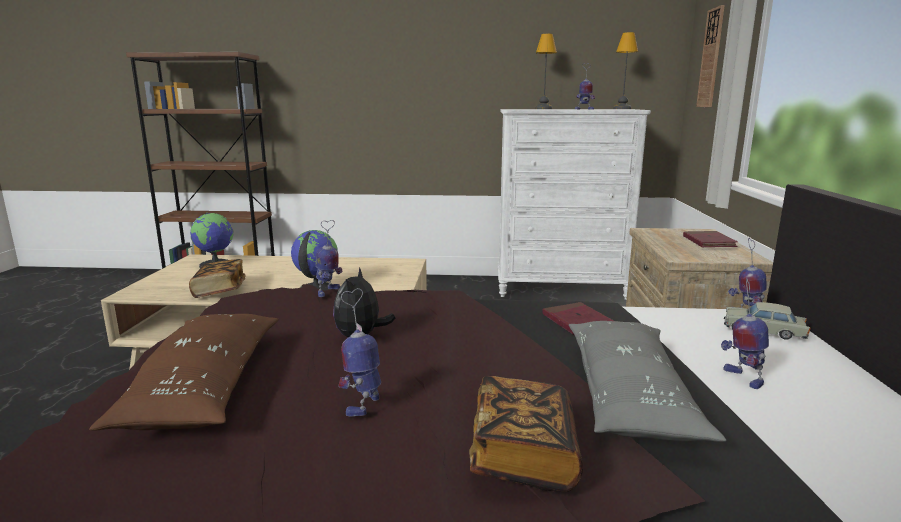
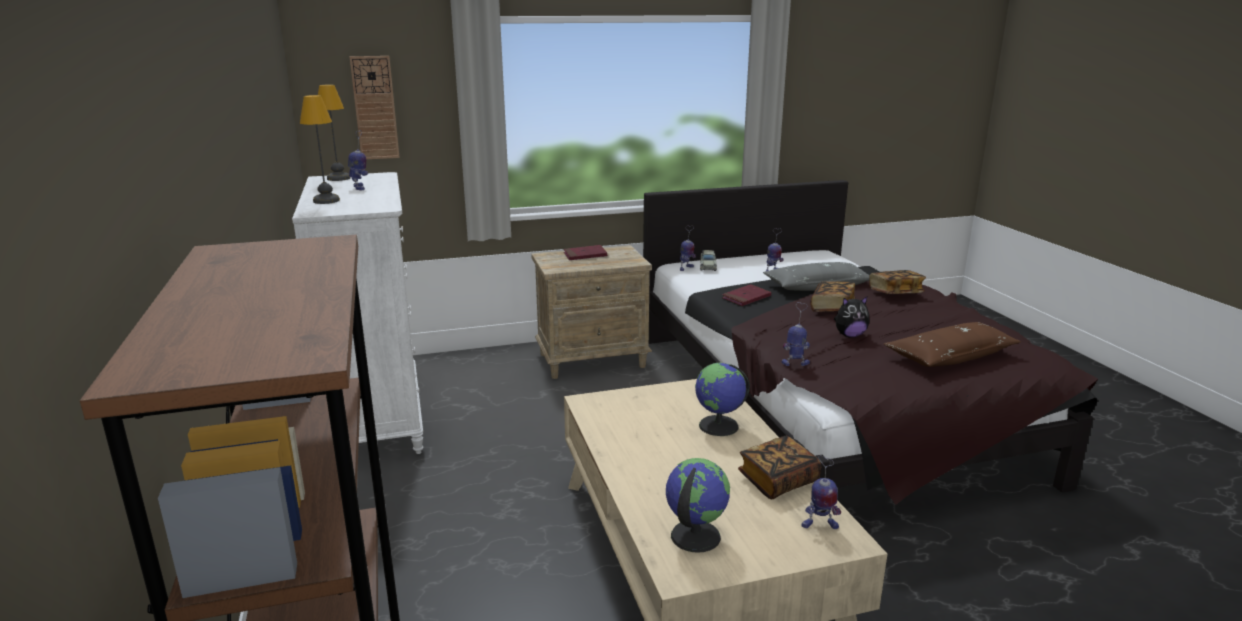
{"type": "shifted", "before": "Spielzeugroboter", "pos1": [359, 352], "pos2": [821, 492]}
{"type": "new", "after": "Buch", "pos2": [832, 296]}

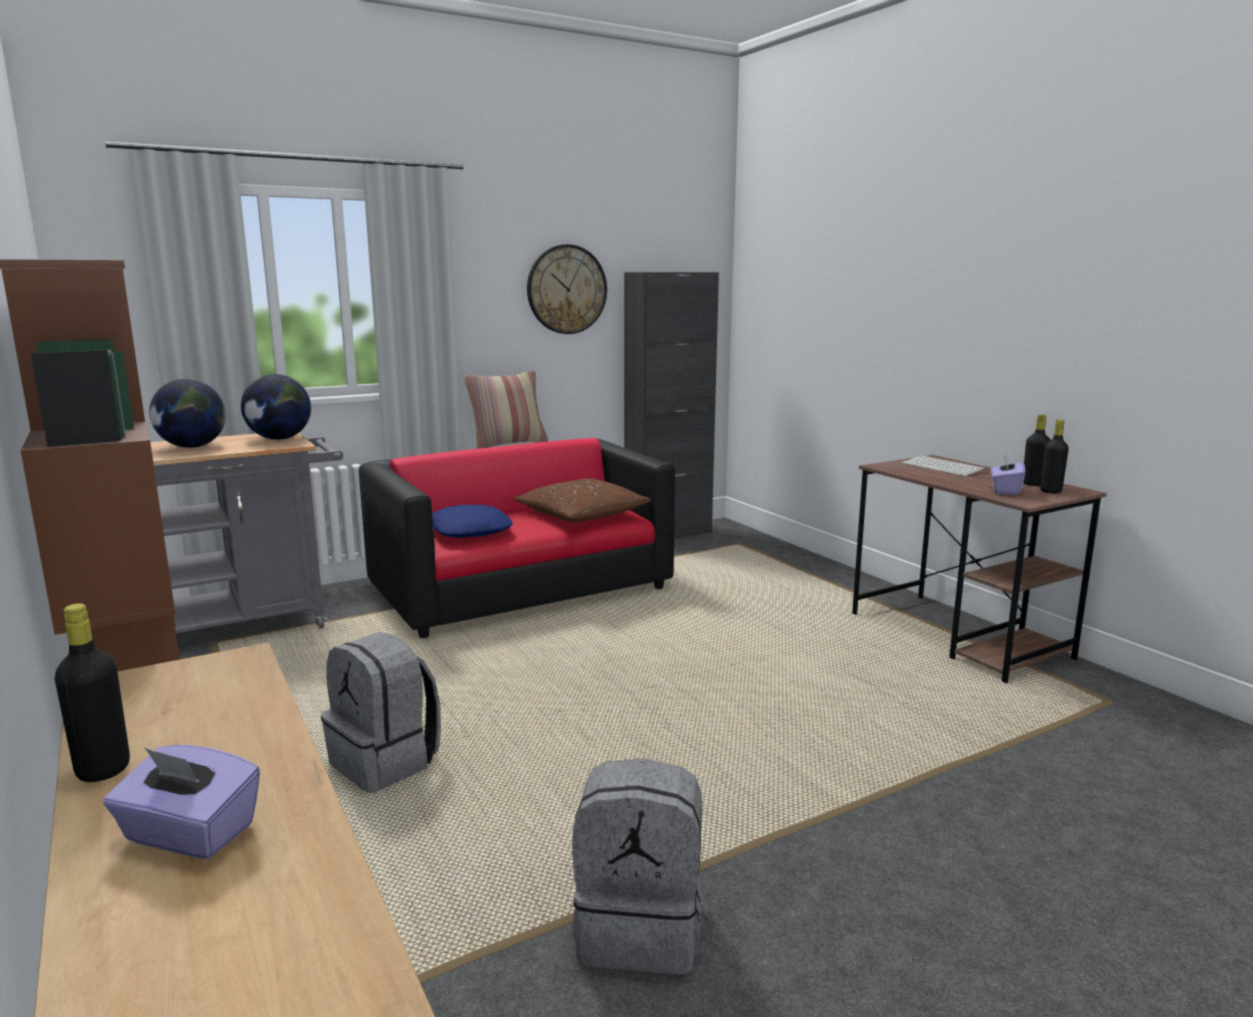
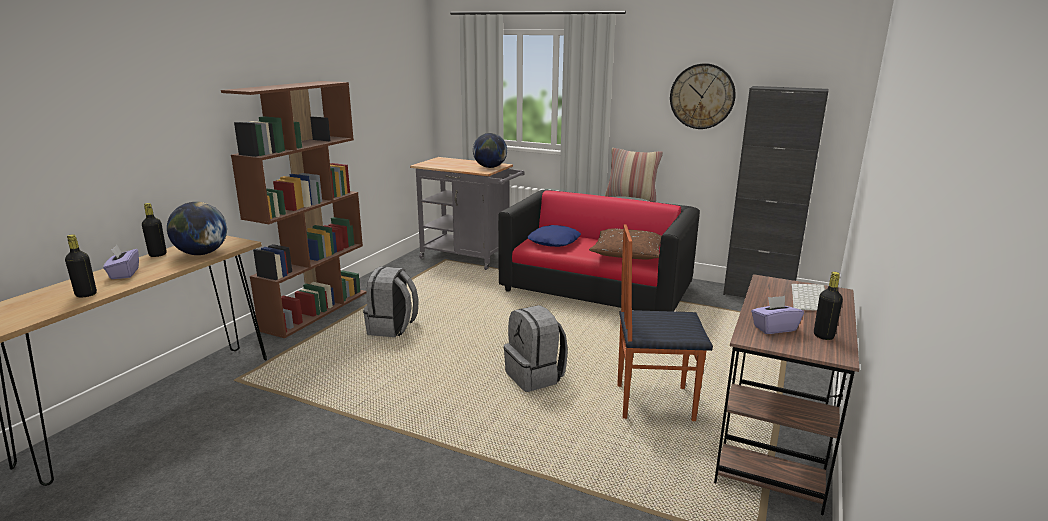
{"type": "shifted", "before": "Flasche (schwarz)", "pos1": [1054, 456], "pos2": [81, 266]}
{"type": "shifted", "before": "Globus", "pos1": [187, 413], "pos2": [197, 228]}
{"type": "shifted", "before": "Rucksack (grau)", "pos1": [637, 866], "pos2": [536, 348]}
{"type": "new", "after": "Stuhl", "pos2": [665, 322]}

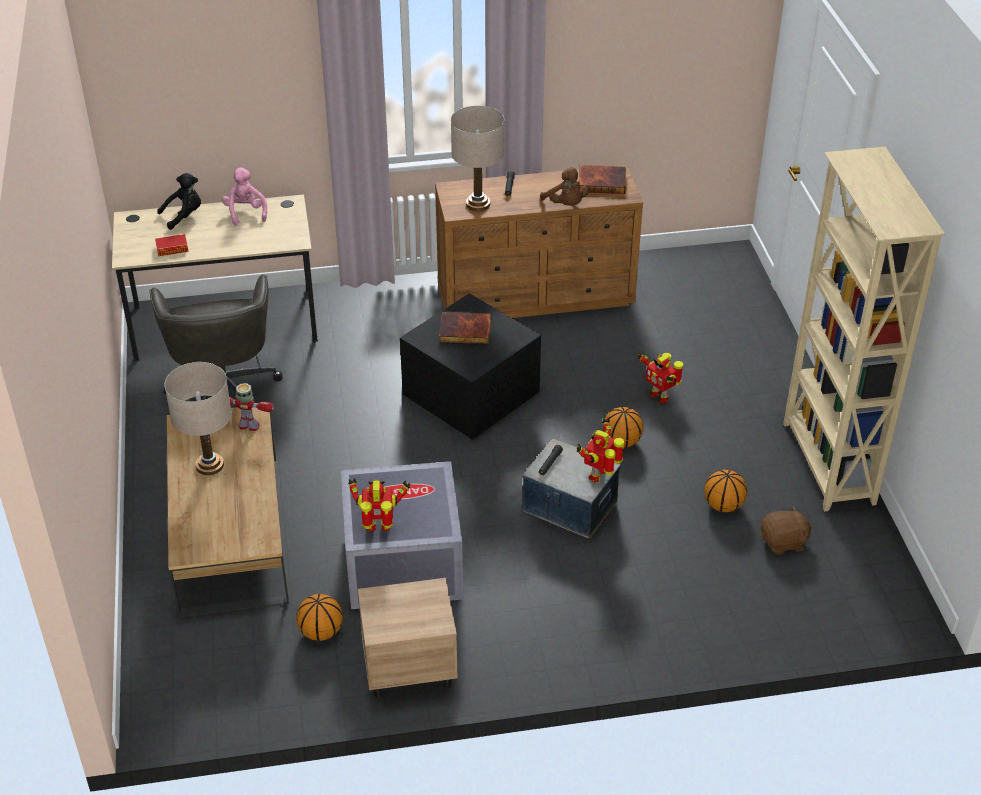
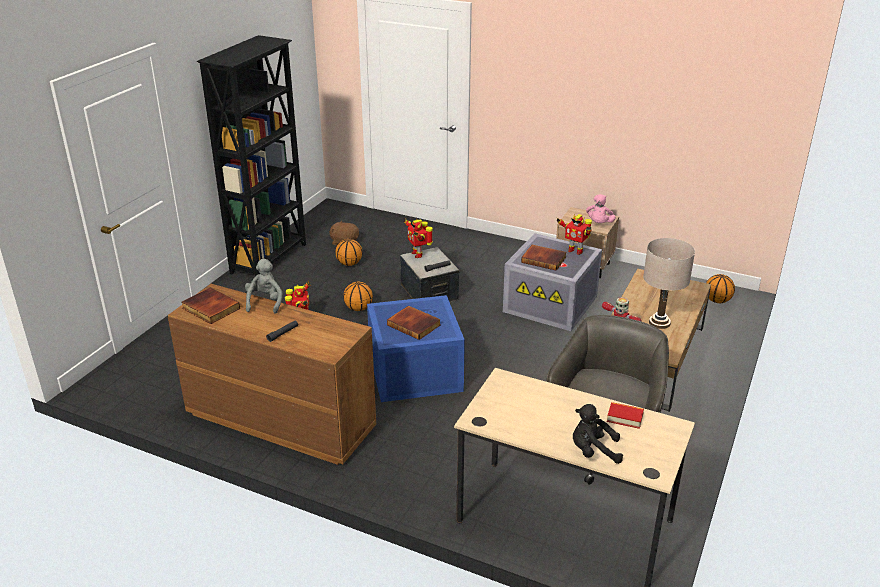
{"type": "repainted", "before": "Bücherregal (beige)", "after": "Bücherregal (schwarz)", "pos1": [864, 329], "pos2": [251, 155]}
{"type": "repainted", "before": "Plüschtier (braun)", "after": "Plüschtier (grau)", "pos1": [564, 186], "pos2": [264, 286]}
{"type": "repainted", "before": "Aufbewahrungsbox (schwarz)", "after": "Aufbewahrungsbox (blau)", "pos1": [470, 366], "pos2": [416, 348]}
{"type": "rotated", "before": "Spielzeugroboter", "pos1": [600, 450], "pos2": [418, 238], "turn": 90}
{"type": "new", "after": "Buch", "pos2": [544, 258]}
{"type": "shifted", "before": "Plüschtier (rosa)", "pos1": [244, 196], "pos2": [601, 208]}
{"type": "shifted", "before": "Basketball", "pos1": [319, 617], "pos2": [720, 288]}
{"type": "gone", "before": "Tischlampe (beige)", "pos1": [477, 158]}

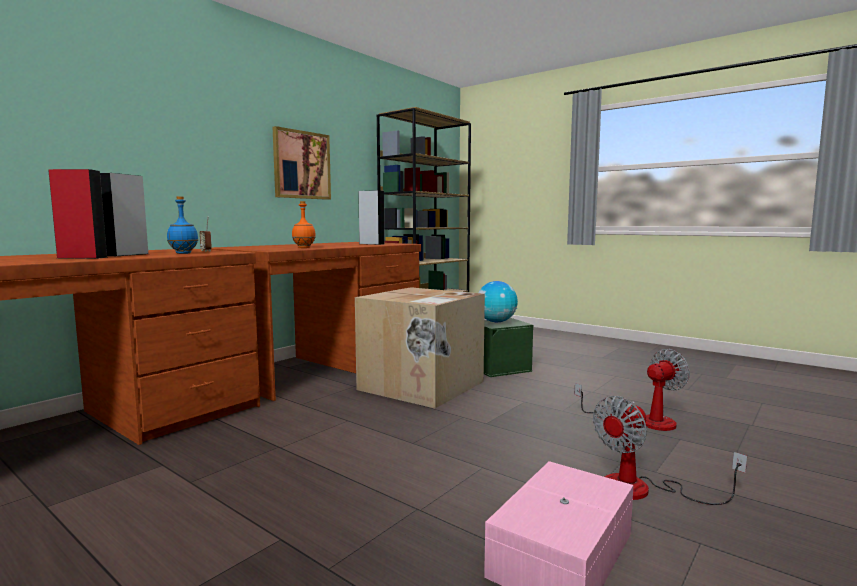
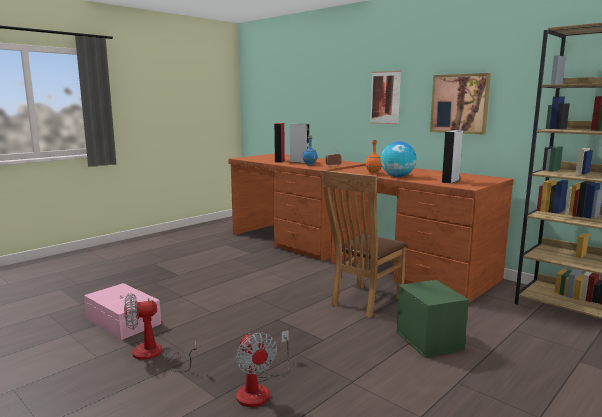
{"type": "rotated", "before": "Ventilator", "pos1": [670, 450], "pos2": [160, 332], "turn": -75}
{"type": "swapped", "before": "Karton", "after": "Stuhl (braun)", "pos1": [420, 347], "pos2": [364, 243]}
{"type": "new", "after": "Bild", "pos2": [385, 97]}
{"type": "shifted", "before": "Globus", "pos1": [498, 301], "pos2": [398, 159]}

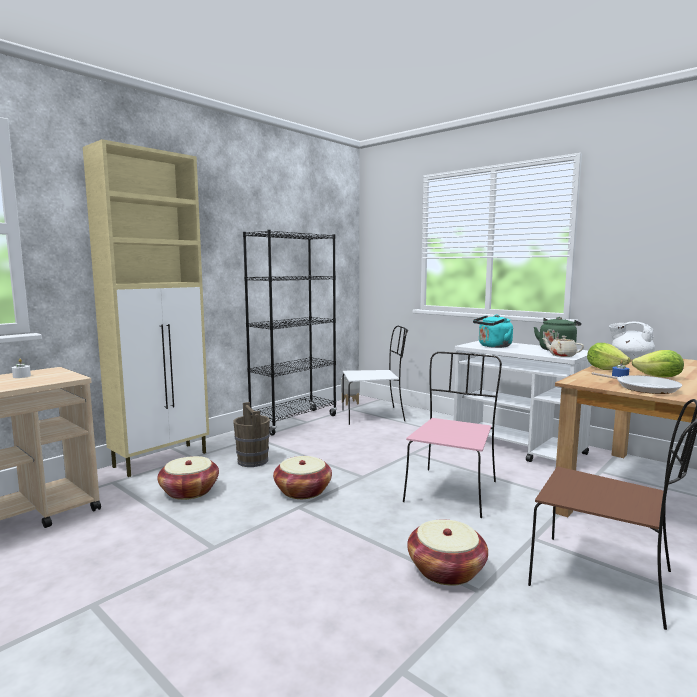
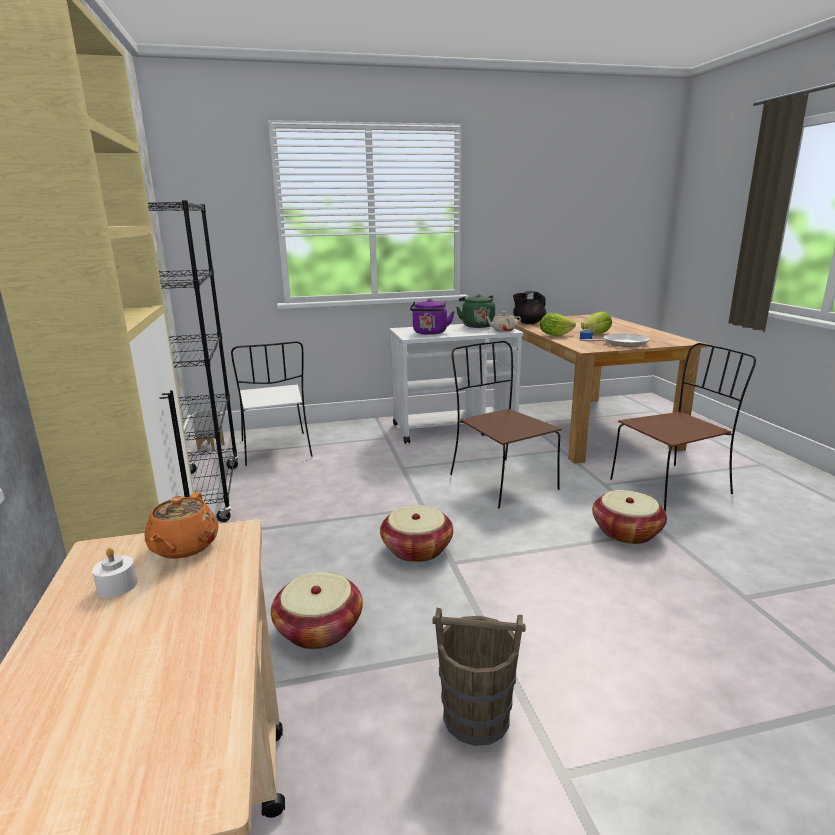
{"type": "new", "after": "Teekanne (orange)", "pos2": [182, 525]}
{"type": "rotated", "before": "Stuhl (weiß)", "pos1": [375, 375], "pos2": [272, 403], "turn": 135}
{"type": "repainted", "before": "Wasserkessel (türkis)", "after": "Wasserkessel (lila)", "pos1": [493, 331], "pos2": [432, 317]}
{"type": "shifted", "before": "Eimer (braun)", "pos1": [251, 434], "pos2": [479, 677]}
{"type": "repainted", "before": "Stuhl (rosa)", "after": "Stuhl (braun)", "pos1": [452, 435], "pos2": [506, 424]}
{"type": "repainted", "before": "Teekanne (weiß)", "after": "Teekanne (schwarz)", "pos1": [632, 340], "pos2": [529, 307]}

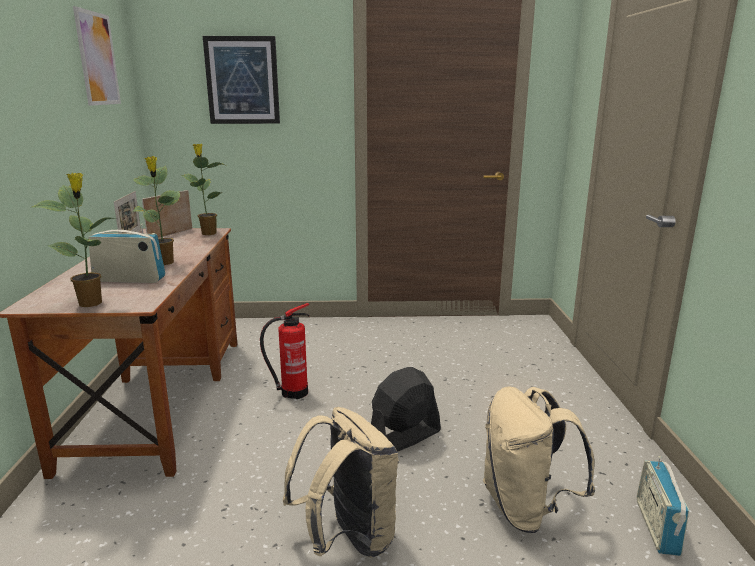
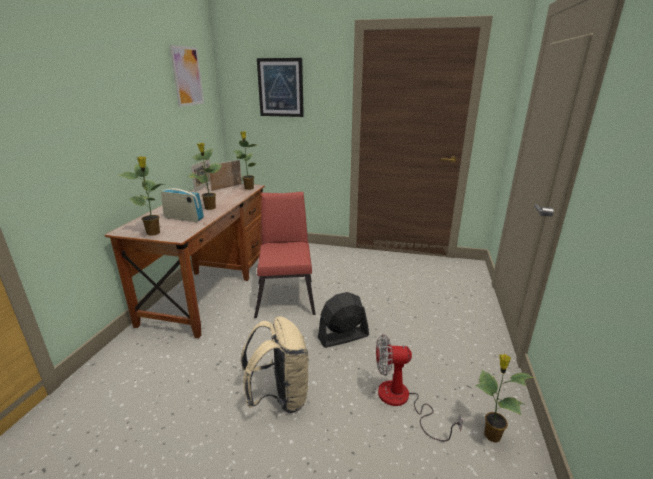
{"type": "swapped", "before": "Feuerlöscher", "after": "Stuhl (rot)", "pos1": [284, 351], "pos2": [285, 255]}
{"type": "swapped", "before": "Rucksack (beige)", "after": "Ventilator", "pos1": [539, 460], "pos2": [419, 388]}
{"type": "swapped", "before": "Radio", "after": "Topfpflanze", "pos1": [663, 506], "pos2": [504, 398]}

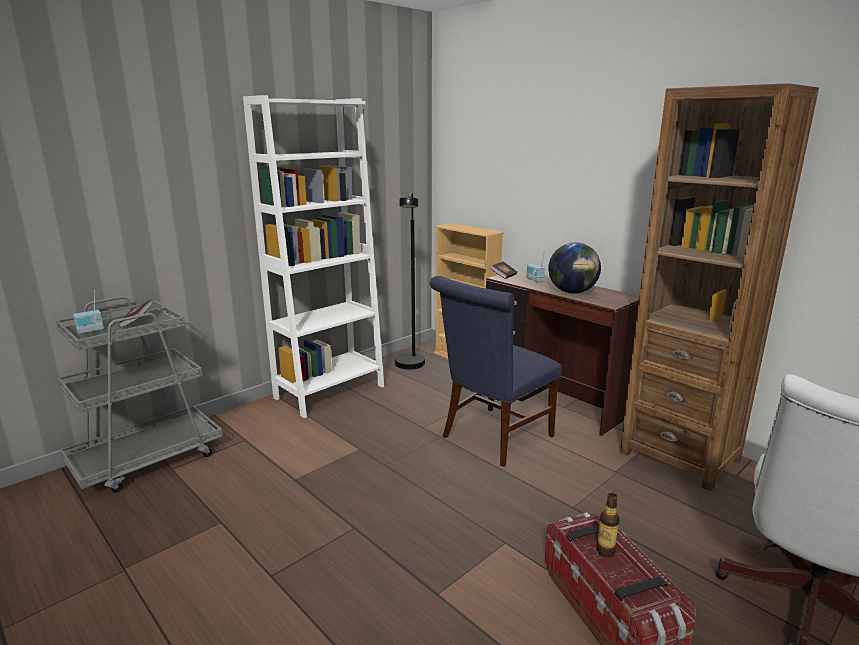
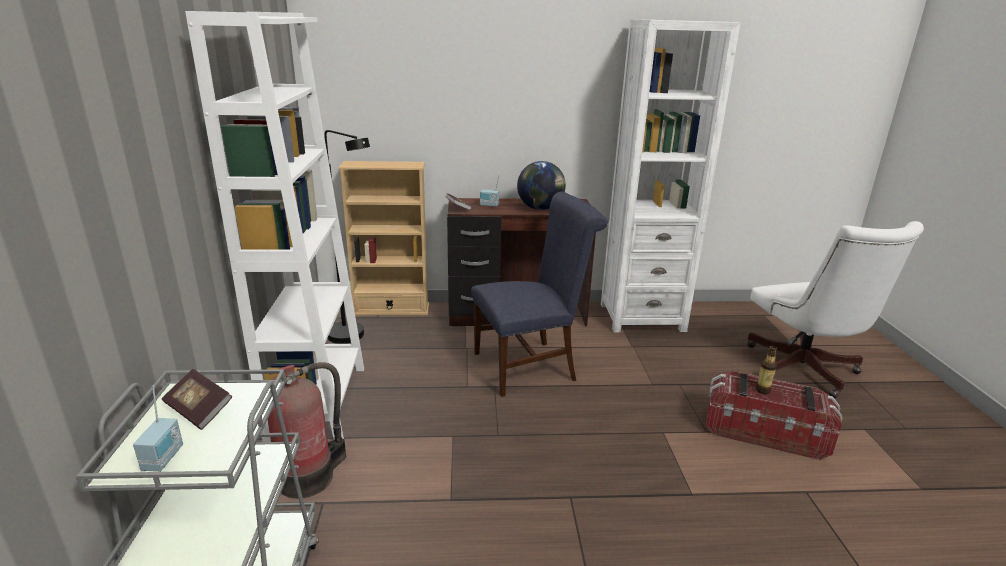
{"type": "new", "after": "Feuerlöscher", "pos2": [307, 430]}
{"type": "rotated", "before": "Stuhl (blau)", "pos1": [496, 371], "pos2": [539, 294], "turn": -105}
{"type": "repainted", "before": "Bücherregal (braun)", "after": "Bücherregal (weiß)", "pos1": [719, 287], "pos2": [671, 175]}

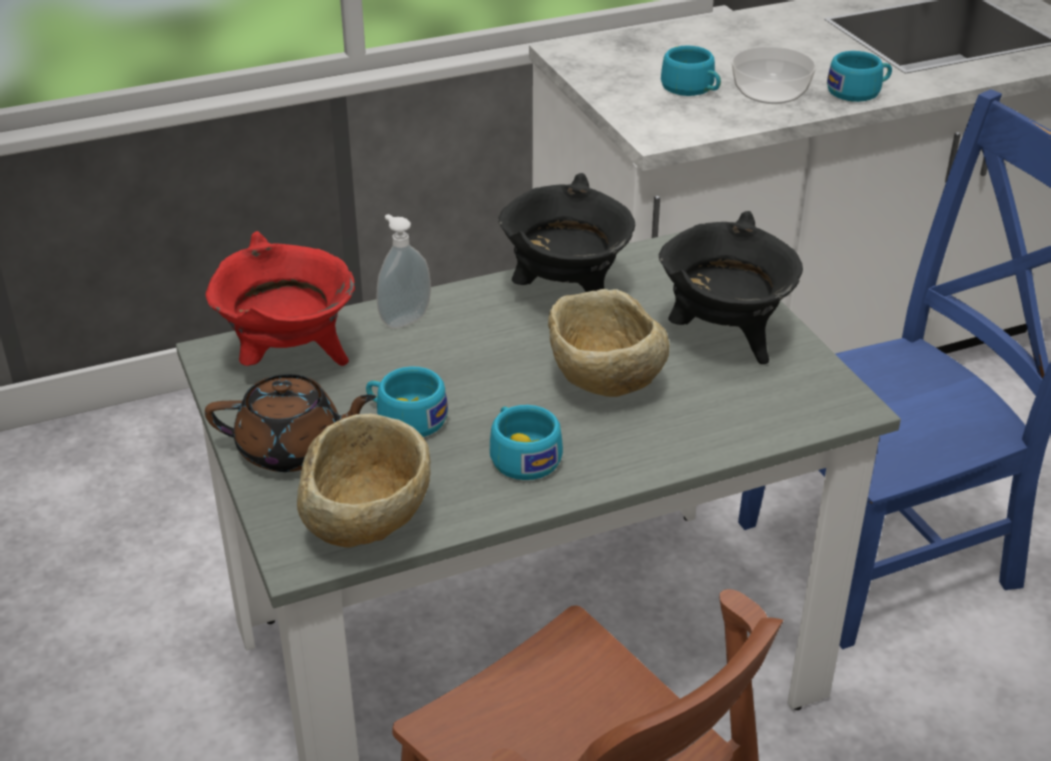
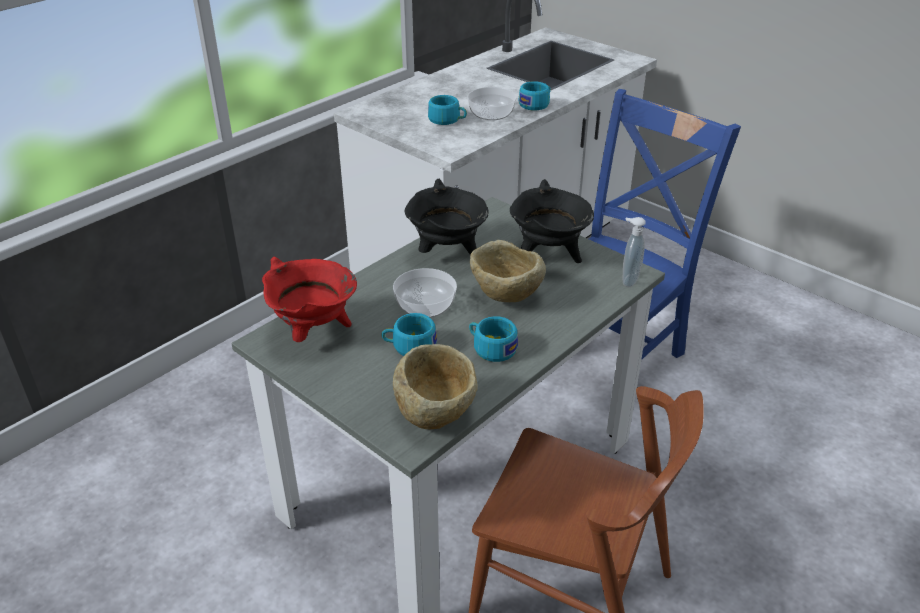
{"type": "new", "after": "Schüssel", "pos2": [425, 293]}
{"type": "shifted", "before": "Seifenspender", "pos1": [404, 271], "pos2": [634, 252]}
{"type": "gone", "before": "Teekanne (braun)", "pos1": [290, 423]}

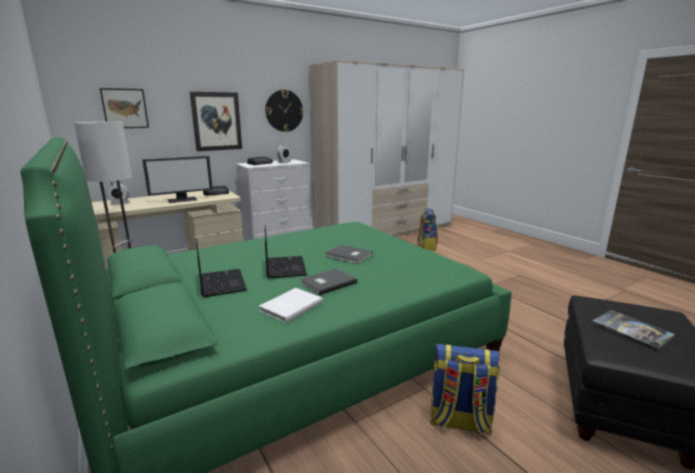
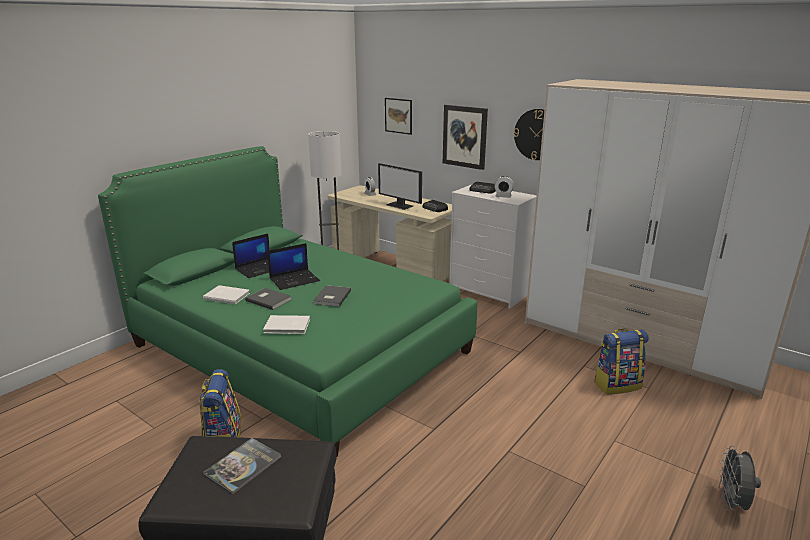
{"type": "new", "after": "Buch (weiß)", "pos2": [286, 324]}
{"type": "new", "after": "Ventilator (grau)", "pos2": [740, 478]}

